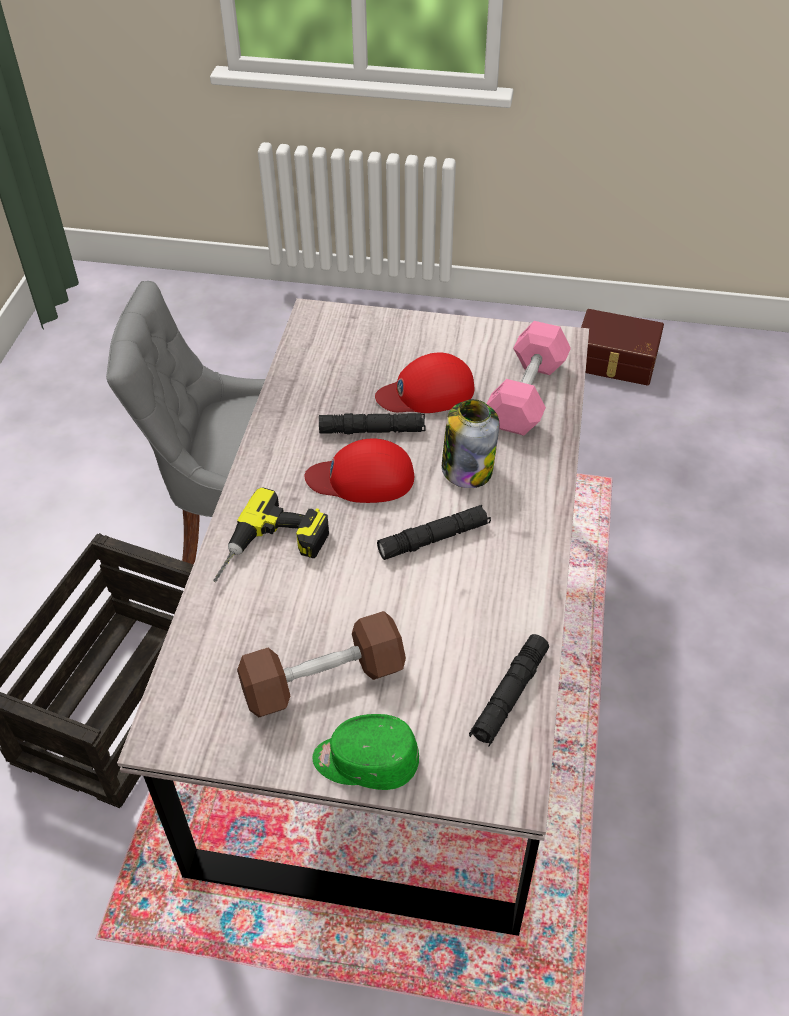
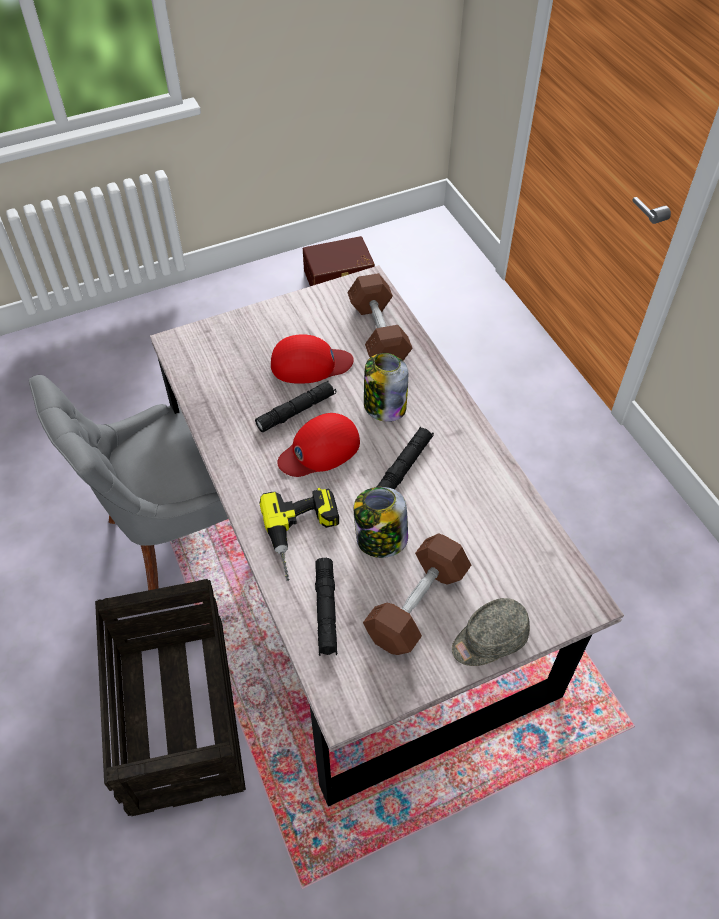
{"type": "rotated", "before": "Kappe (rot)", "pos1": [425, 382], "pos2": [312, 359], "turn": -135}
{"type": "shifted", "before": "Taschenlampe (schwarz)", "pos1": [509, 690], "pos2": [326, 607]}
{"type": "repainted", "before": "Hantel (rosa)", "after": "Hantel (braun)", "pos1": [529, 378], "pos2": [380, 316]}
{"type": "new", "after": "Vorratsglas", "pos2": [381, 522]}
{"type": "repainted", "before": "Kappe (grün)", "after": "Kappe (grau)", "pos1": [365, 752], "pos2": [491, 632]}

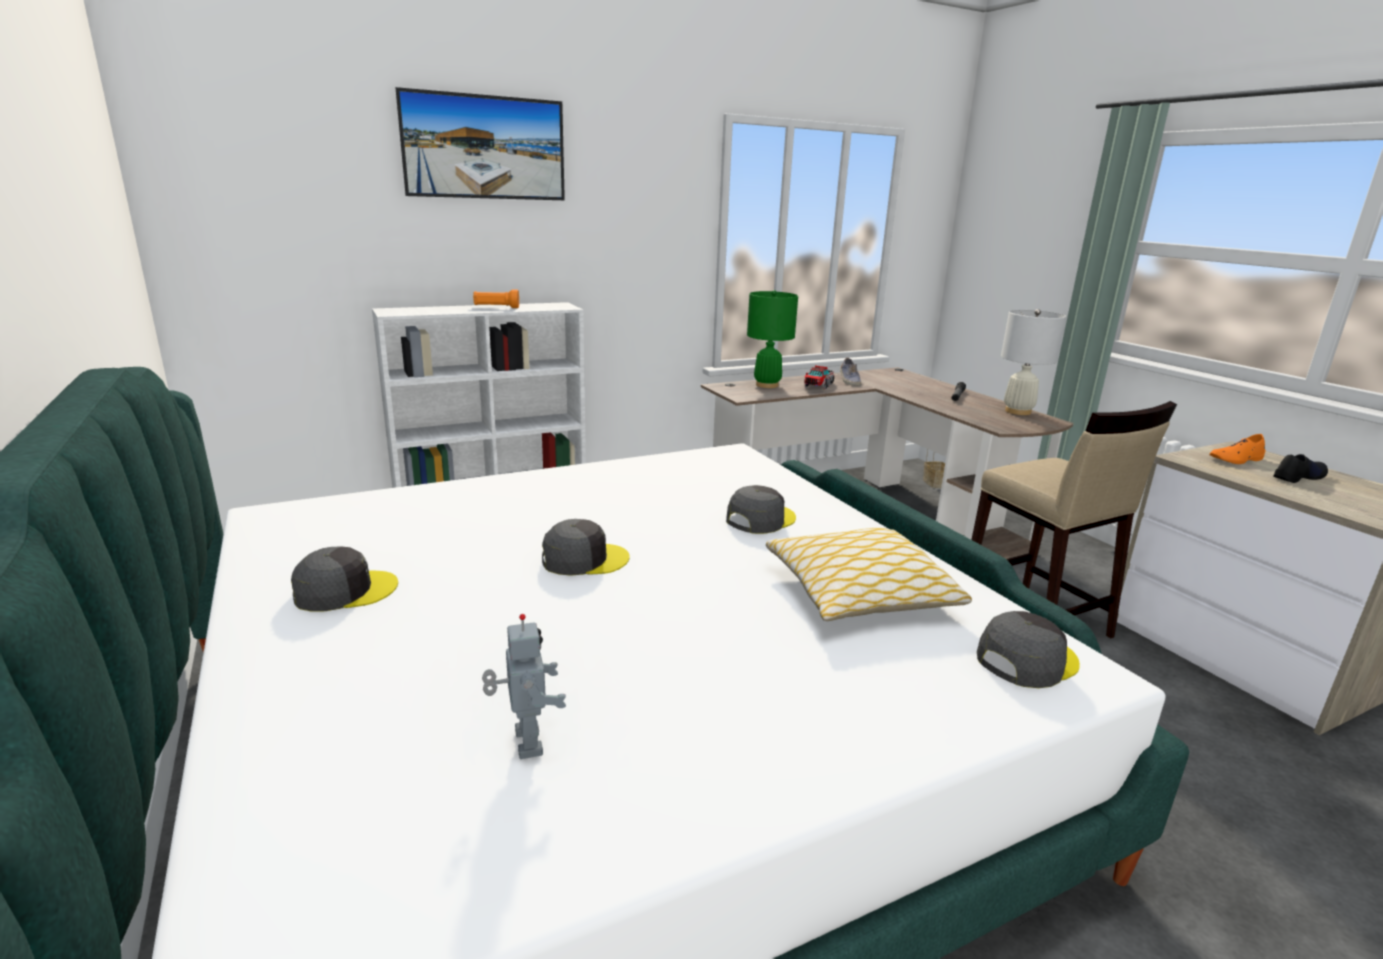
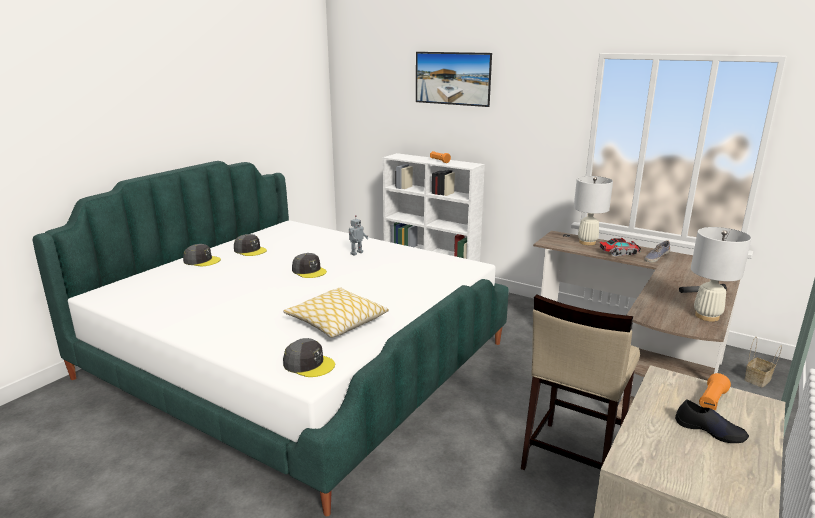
{"type": "shifted", "before": "Kappe (grau)", "pos1": [761, 509], "pos2": [202, 255]}
{"type": "shifted", "before": "Spielzeugroboter", "pos1": [524, 686], "pos2": [358, 235]}
{"type": "repainted", "before": "Tischlampe (grün)", "after": "Tischlampe (weiß)", "pos1": [772, 339], "pos2": [593, 210]}
{"type": "swapped", "before": "Schuh (orange)", "after": "Taschenlampe (orange)", "pos1": [1237, 449], "pos2": [715, 391]}

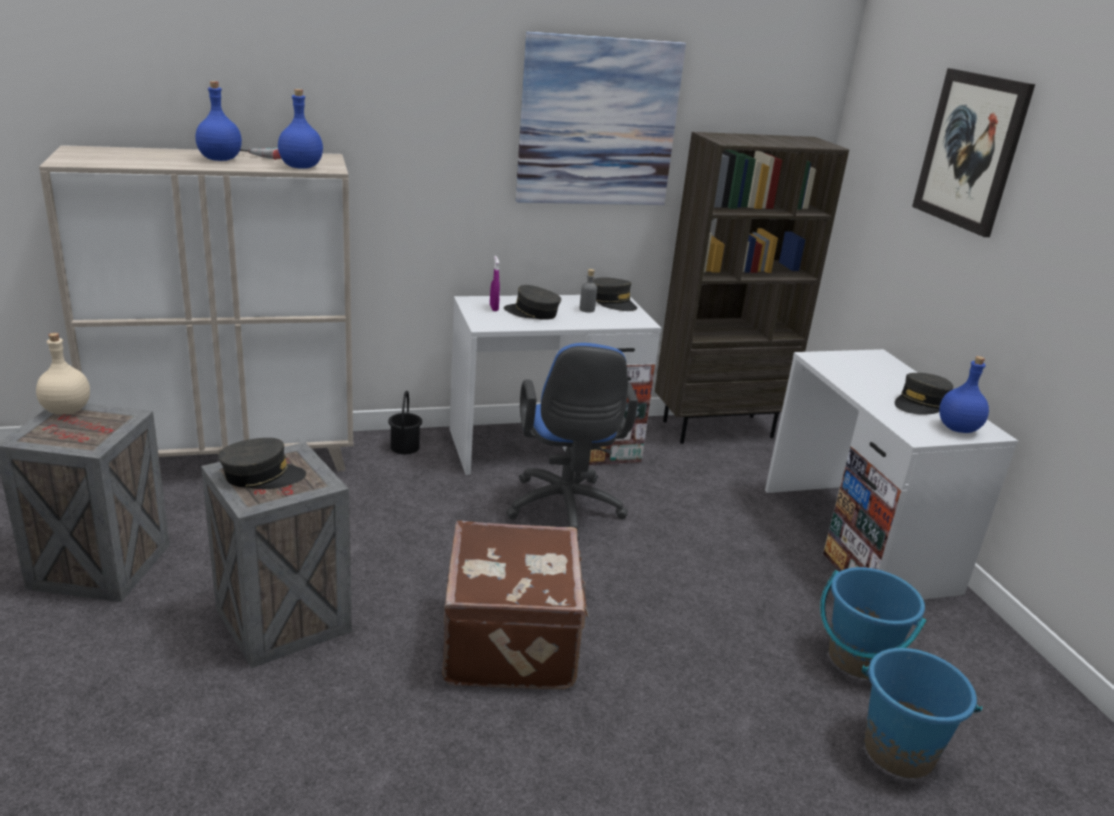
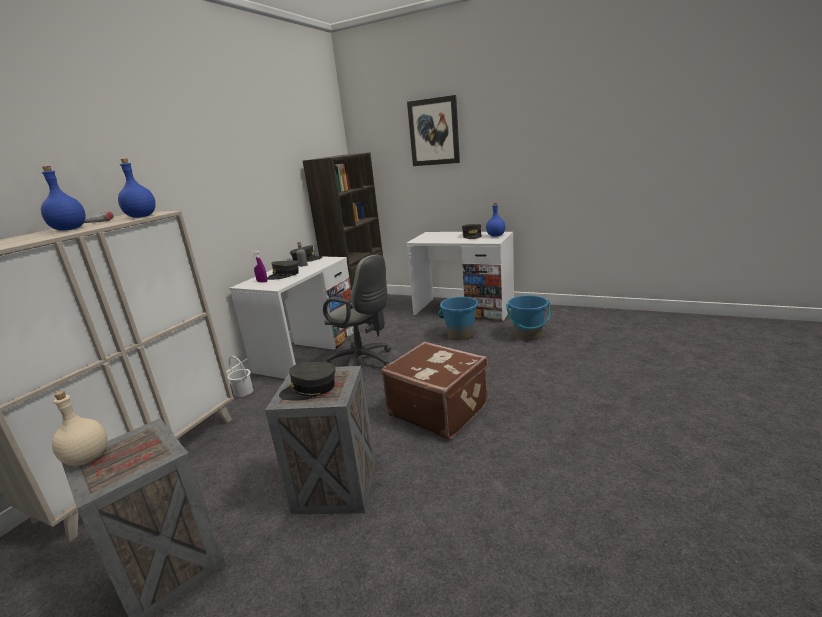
{"type": "repainted", "before": "Eimer (schwarz)", "after": "Eimer (weiß)", "pos1": [405, 422], "pos2": [240, 376]}
{"type": "rotated", "before": "Kappe (grau)", "pos1": [262, 463], "pos2": [307, 381], "turn": -135}
{"type": "repainted", "before": "Bürostuhl (blau)", "after": "Bürostuhl (grau)", "pos1": [572, 441], "pos2": [357, 311]}
{"type": "shifted", "before": "Eimer (blau)", "pos1": [922, 713], "pos2": [458, 318]}
{"type": "gone", "before": "Bild", "pos1": [601, 118]}

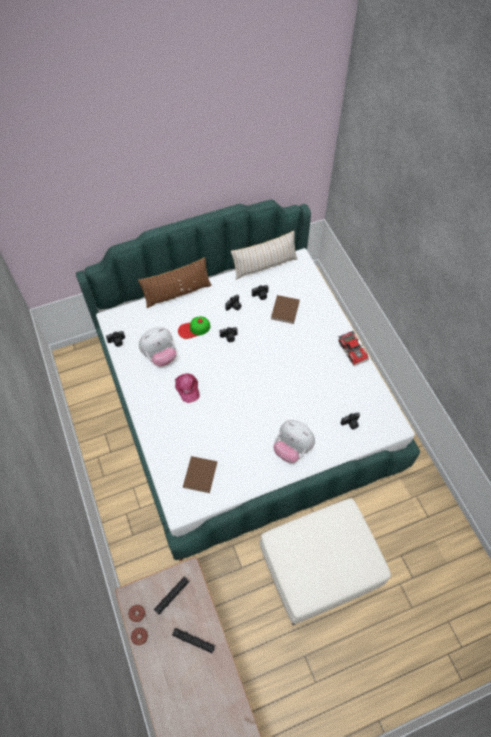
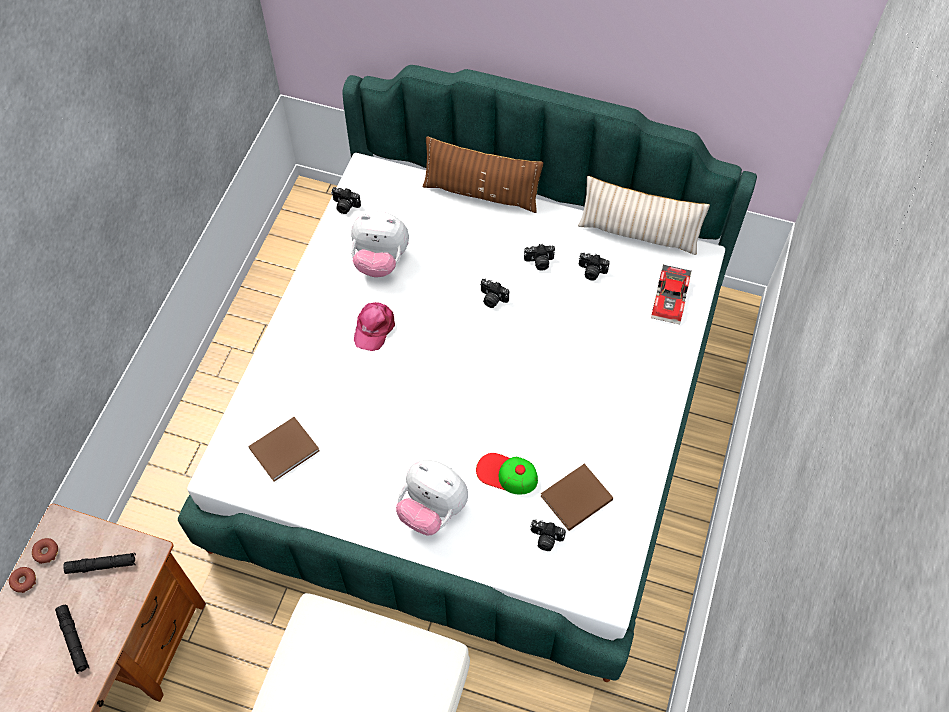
{"type": "rotated", "before": "Plüschtier", "pos1": [294, 441], "pos2": [432, 497], "turn": -45}
{"type": "shifted", "before": "Kappe", "pos1": [194, 327], "pos2": [507, 474]}
{"type": "shifted", "before": "Buch (braun)", "pos1": [285, 309], "pos2": [577, 497]}
{"type": "shifted", "before": "Spielzeugauto", "pos1": [353, 348], "pos2": [671, 294]}

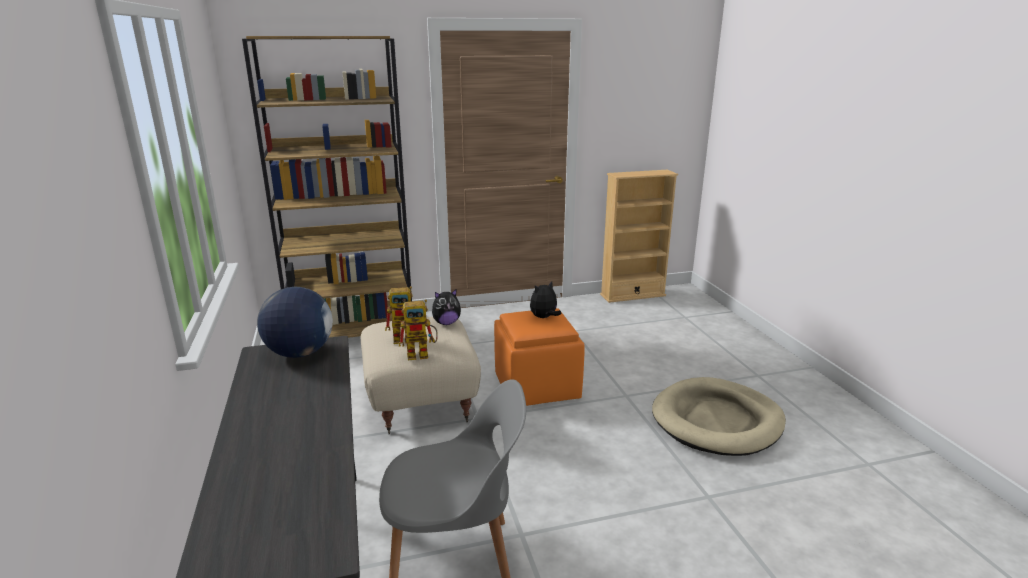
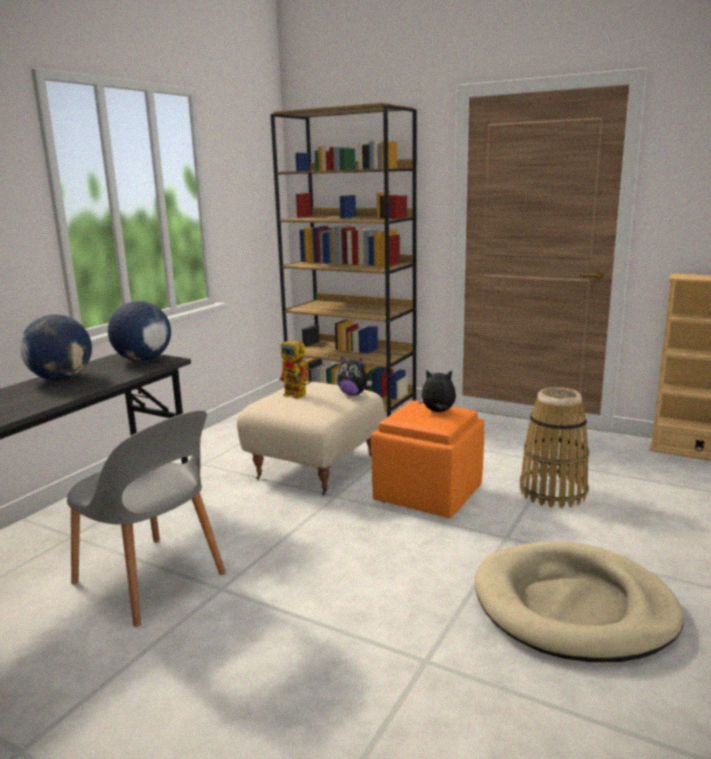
{"type": "new", "after": "Globus", "pos2": [56, 347]}
{"type": "new", "after": "Korb", "pos2": [554, 447]}
{"type": "gone", "before": "Spielzeugroboter", "pos1": [418, 329]}

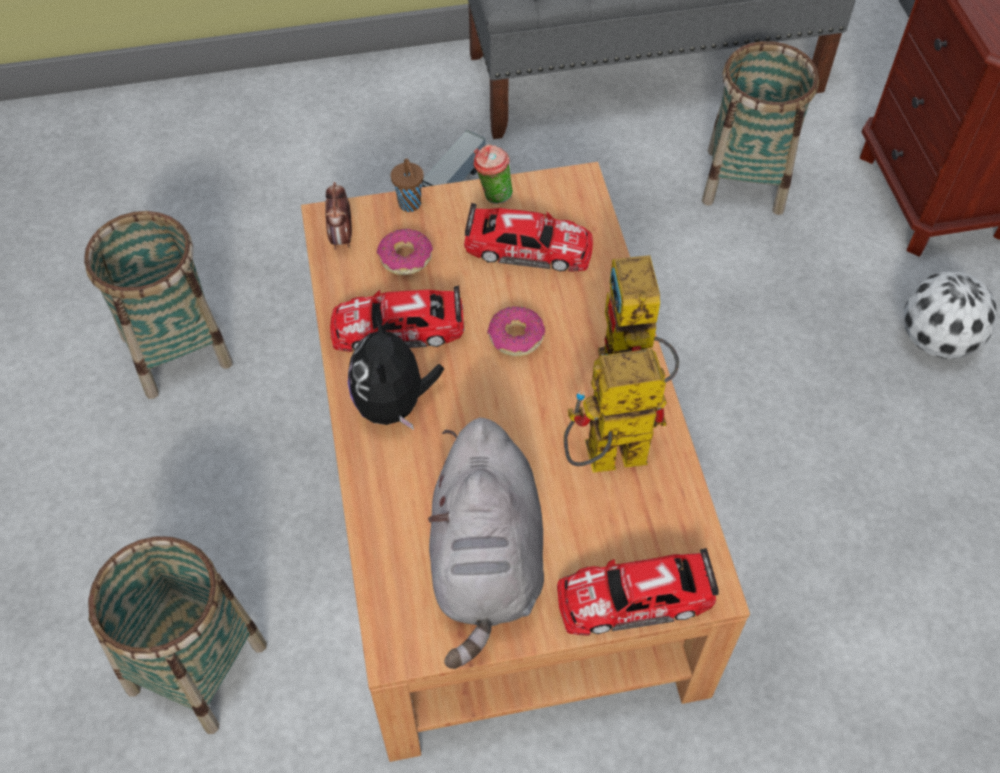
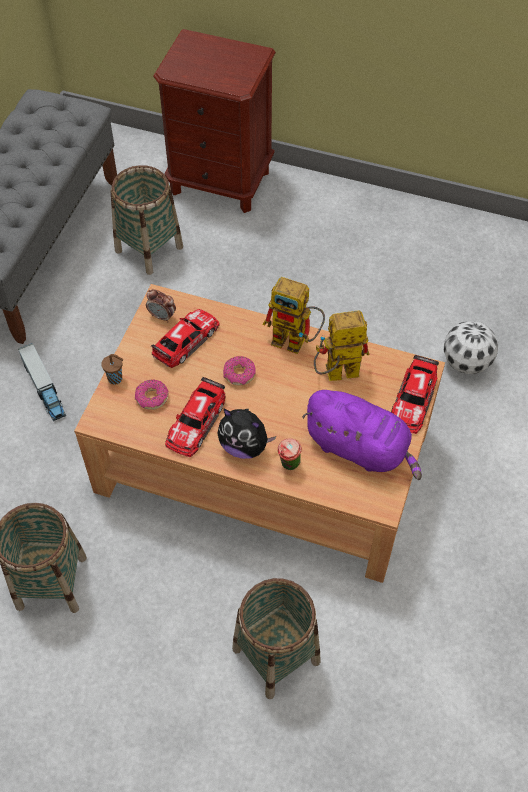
{"type": "shifted", "before": "Wecker", "pos1": [338, 216], "pos2": [161, 305]}
{"type": "shifted", "before": "Tasse", "pos1": [493, 174], "pos2": [290, 454]}
{"type": "repainted", "before": "Plüschtier (grau)", "after": "Plüschtier (lila)", "pos1": [486, 543], "pos2": [362, 435]}
{"type": "rotated", "before": "Spielzeugroboter", "pos1": [615, 410], "pos2": [341, 345], "turn": 60}
{"type": "shifted", "before": "Fußball", "pos1": [950, 315], "pos2": [471, 347]}

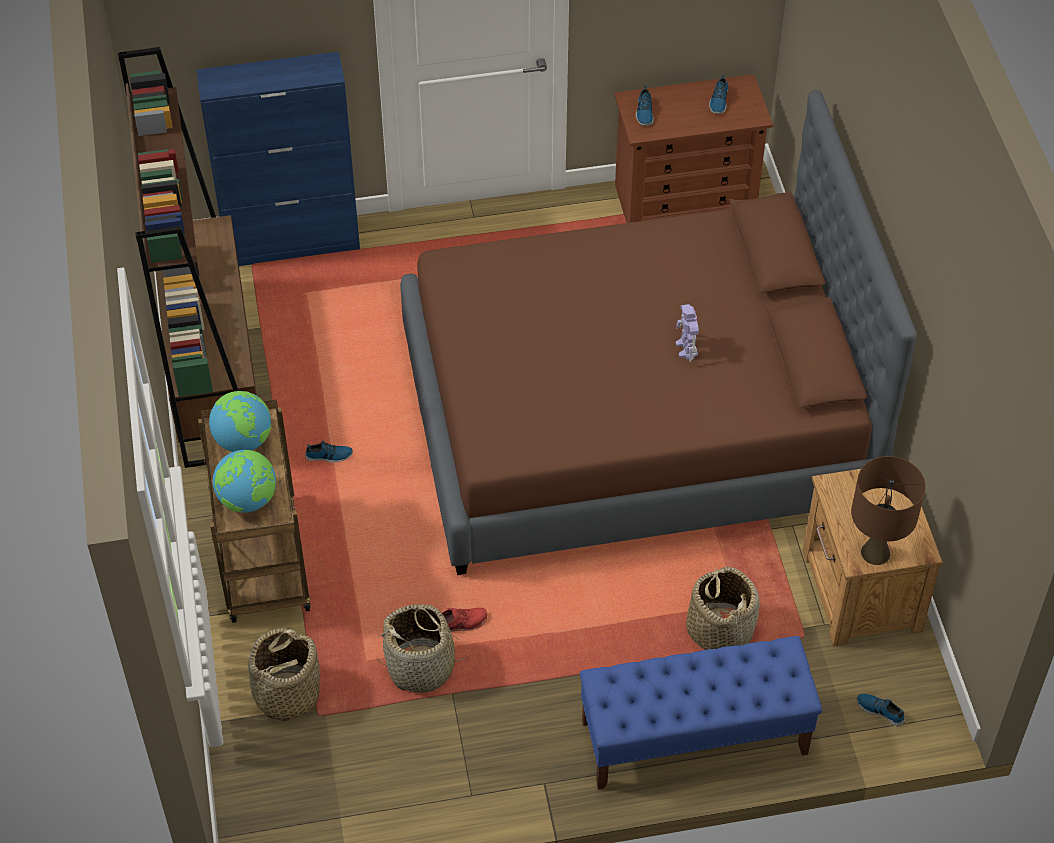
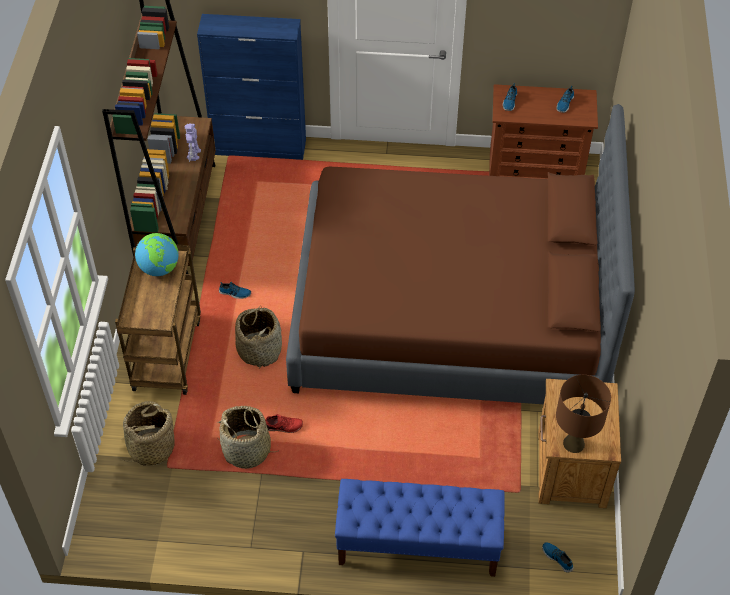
{"type": "shifted", "before": "Spielzeugroboter", "pos1": [687, 333], "pos2": [193, 143]}
{"type": "shifted", "before": "Korb", "pos1": [723, 608], "pos2": [258, 337]}
{"type": "gone", "before": "Globus", "pos1": [244, 481]}

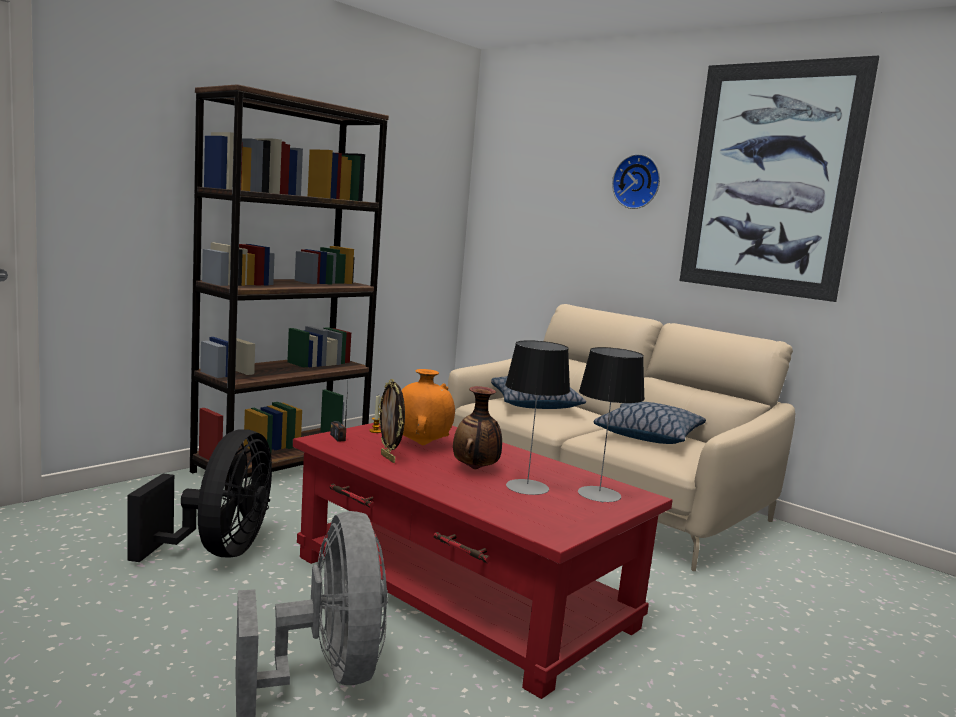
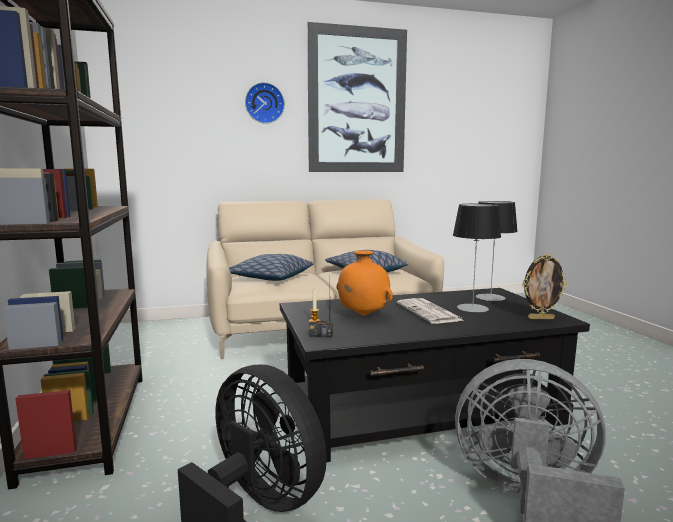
{"type": "repainted", "before": "Couchtisch (rot)", "after": "Couchtisch (schwarz)", "pos1": [483, 561], "pos2": [435, 375]}
{"type": "swapped", "before": "Vase", "after": "Zeitung", "pos1": [477, 427], "pos2": [430, 311]}
{"type": "shifted", "before": "Bilderrahmen", "pos1": [391, 421], "pos2": [544, 286]}

